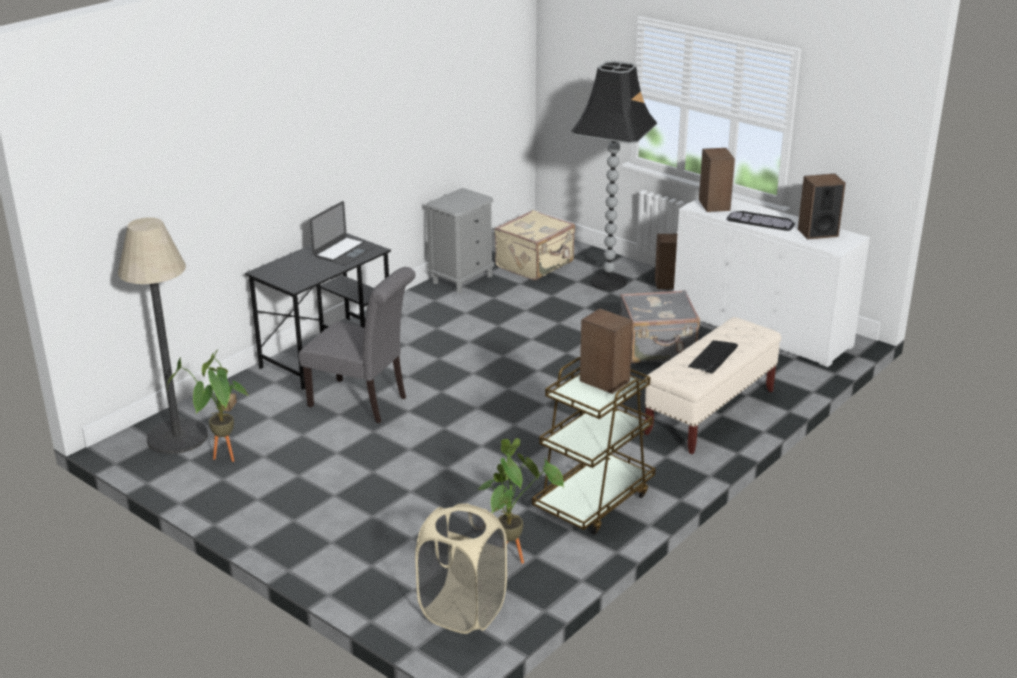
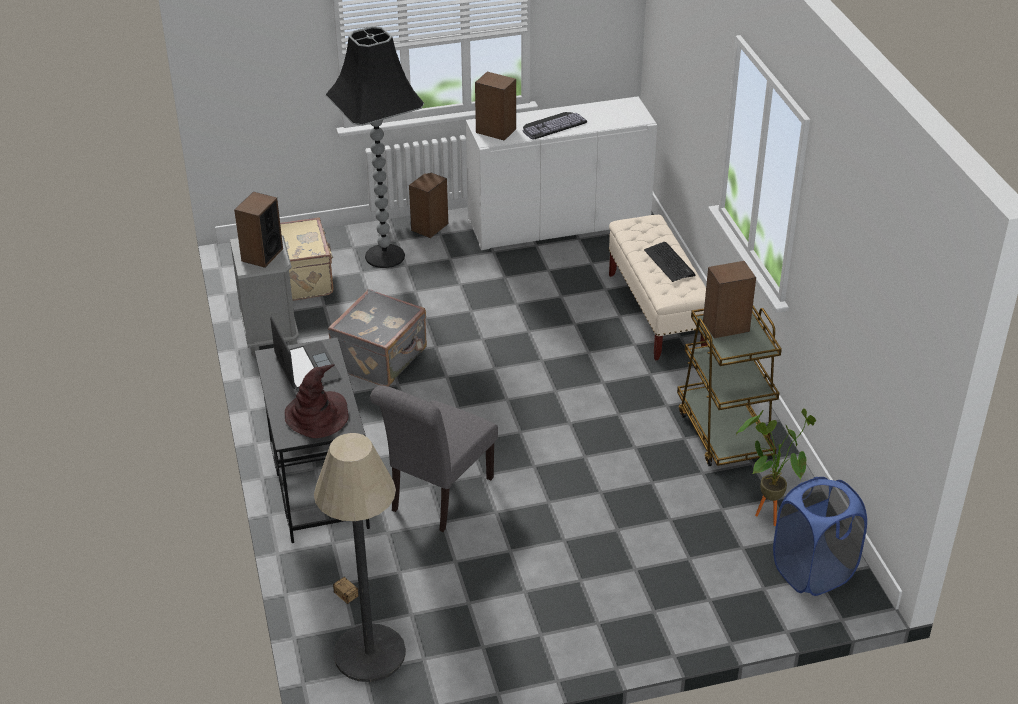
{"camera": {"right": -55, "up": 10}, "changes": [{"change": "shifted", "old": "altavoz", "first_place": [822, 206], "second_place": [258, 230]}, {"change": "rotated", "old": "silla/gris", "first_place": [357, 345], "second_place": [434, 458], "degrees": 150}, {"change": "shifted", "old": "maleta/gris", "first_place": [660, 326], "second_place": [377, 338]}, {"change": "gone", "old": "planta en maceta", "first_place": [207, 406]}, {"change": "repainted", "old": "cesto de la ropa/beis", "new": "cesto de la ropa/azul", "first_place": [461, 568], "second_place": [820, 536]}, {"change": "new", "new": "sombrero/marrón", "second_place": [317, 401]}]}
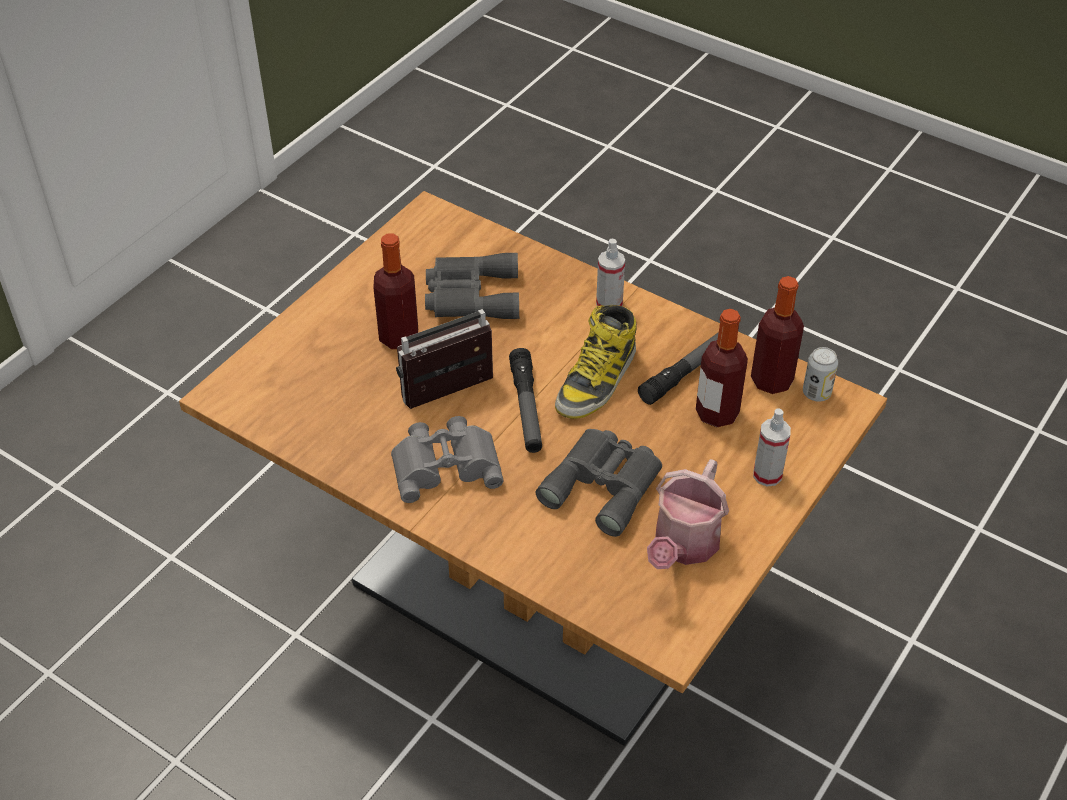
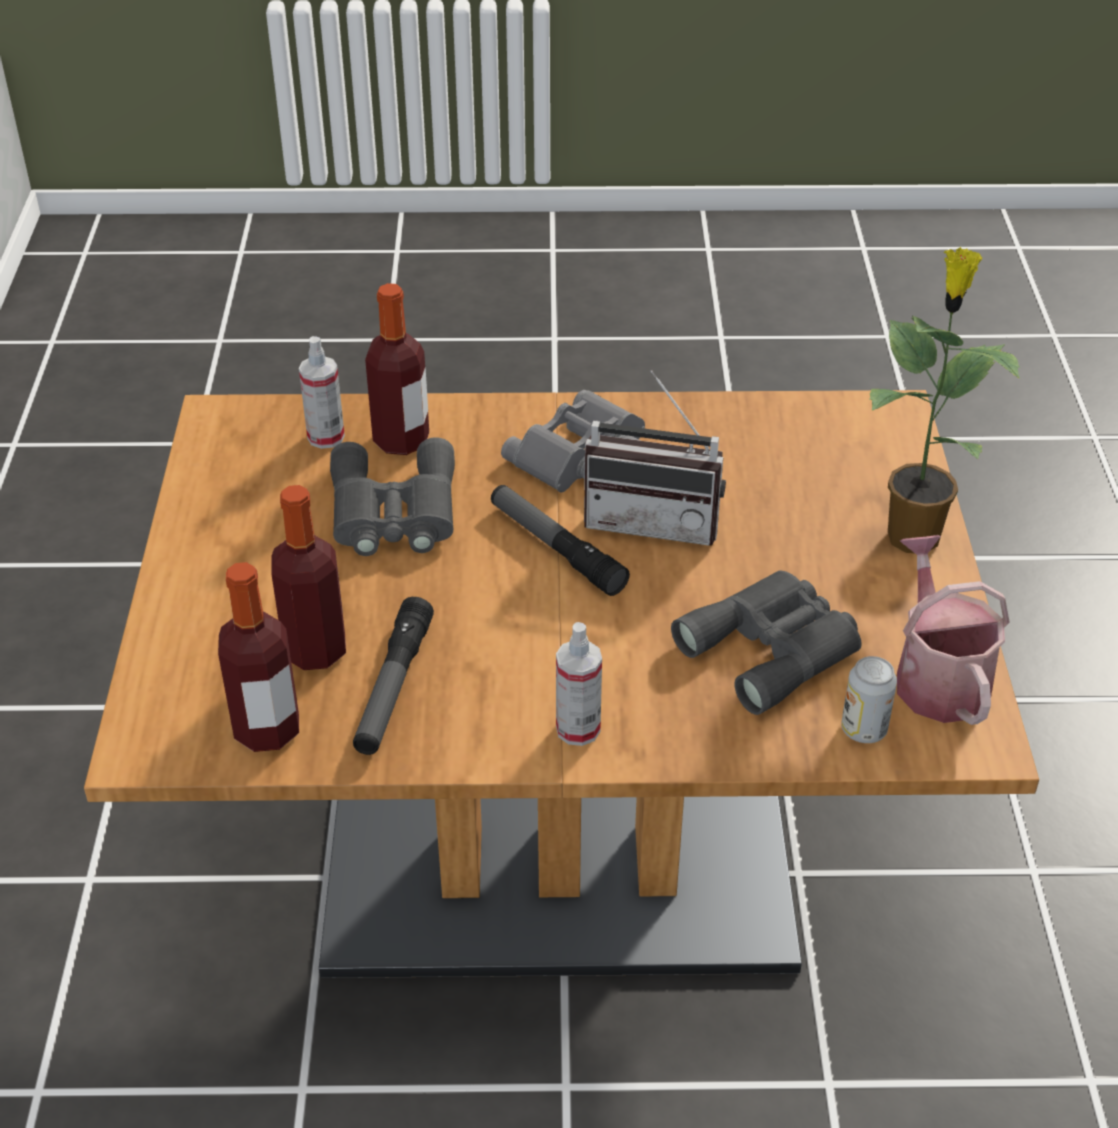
{"camera": {"right": 145, "up": -5}, "changes": [{"change": "shifted", "old": "botella", "first_place": [395, 291], "second_place": [397, 369]}, {"change": "gone", "old": "bota", "first_place": [596, 362]}, {"change": "rotated", "old": "radio", "first_place": [444, 359], "second_place": [655, 458], "degrees": 75}, {"change": "shifted", "old": "lata", "first_place": [820, 374], "second_place": [869, 699]}, {"change": "shifted", "old": "pulverizador", "first_place": [772, 447], "second_place": [322, 392]}, {"change": "shifted", "old": "regadera", "first_place": [688, 514], "second_place": [953, 630]}, {"change": "new", "new": "planta en maceta", "second_place": [944, 400]}]}
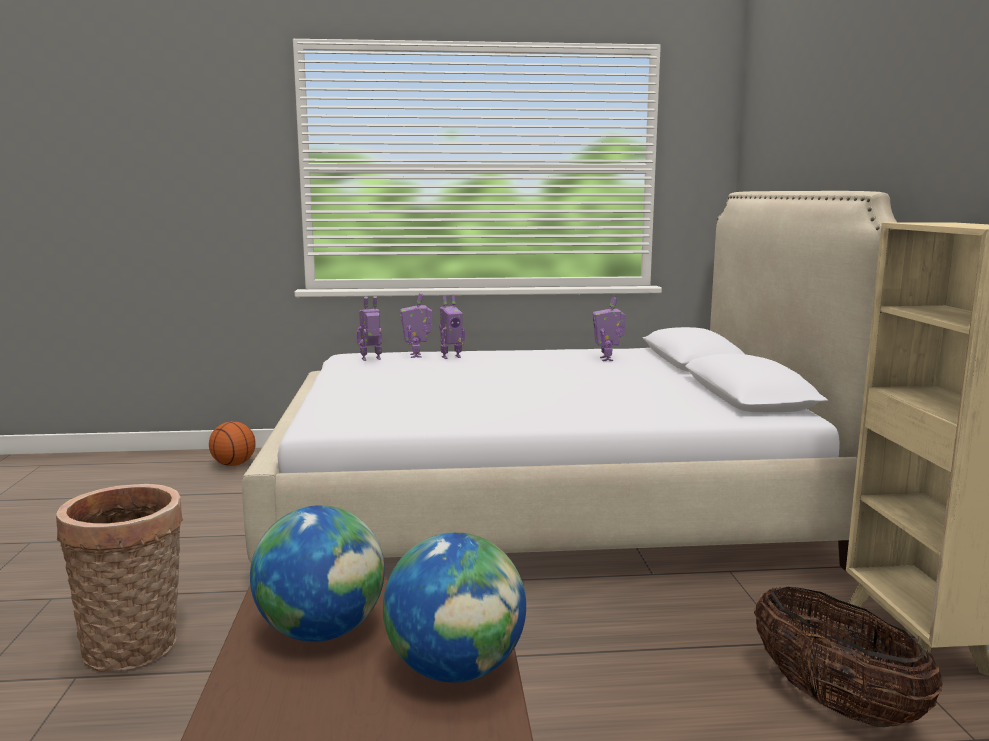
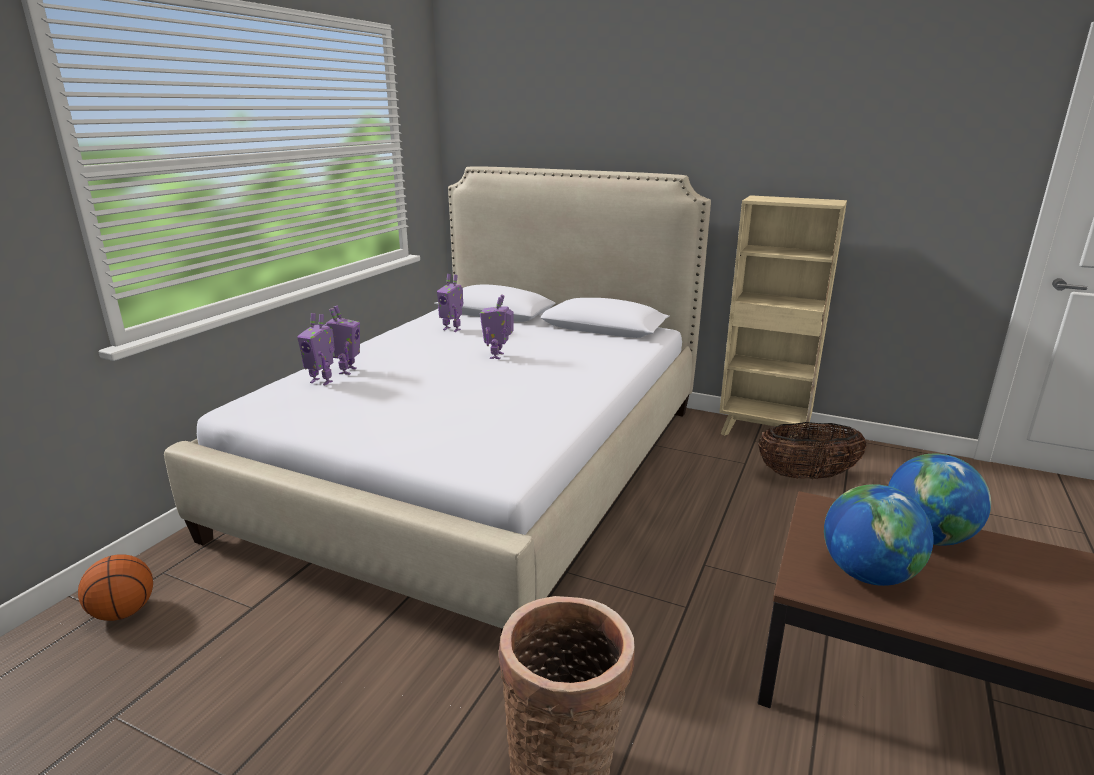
{"camera": {"right": -60, "up": 10}, "changes": [{"change": "shifted", "old": "robot de juguete", "first_place": [369, 328], "second_place": [497, 327]}]}
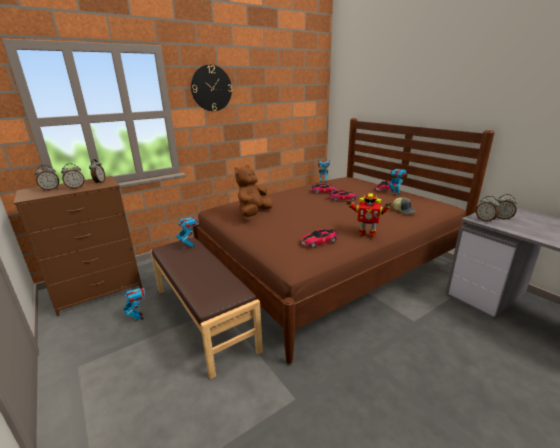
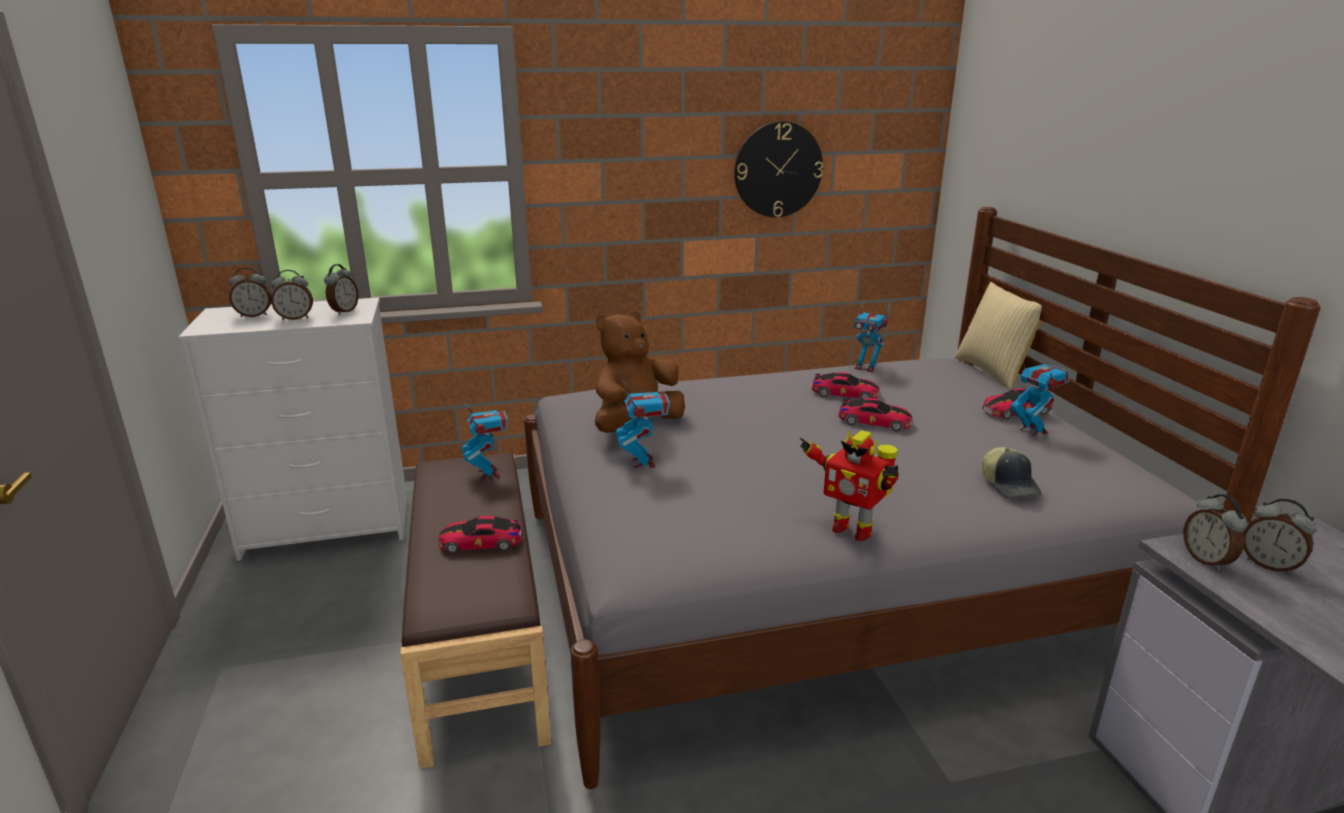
{"camera": {"right": 20, "up": 0}, "changes": [{"change": "shifted", "old": "reloj de pared", "first_place": [211, 88], "second_place": [778, 169]}, {"change": "repainted", "old": "cama/marrón", "new": "cama/gris", "first_place": [344, 241], "second_place": [922, 498]}, {"change": "repainted", "old": "cómoda/marrón", "new": "cómoda/blanco", "first_place": [78, 246], "second_place": [292, 429]}, {"change": "shifted", "old": "coche de juguete", "first_place": [319, 238], "second_place": [480, 535]}, {"change": "shifted", "old": "robot de juguete", "first_place": [134, 304], "second_place": [643, 423]}, {"change": "new", "new": "cojín", "second_place": [999, 336]}]}
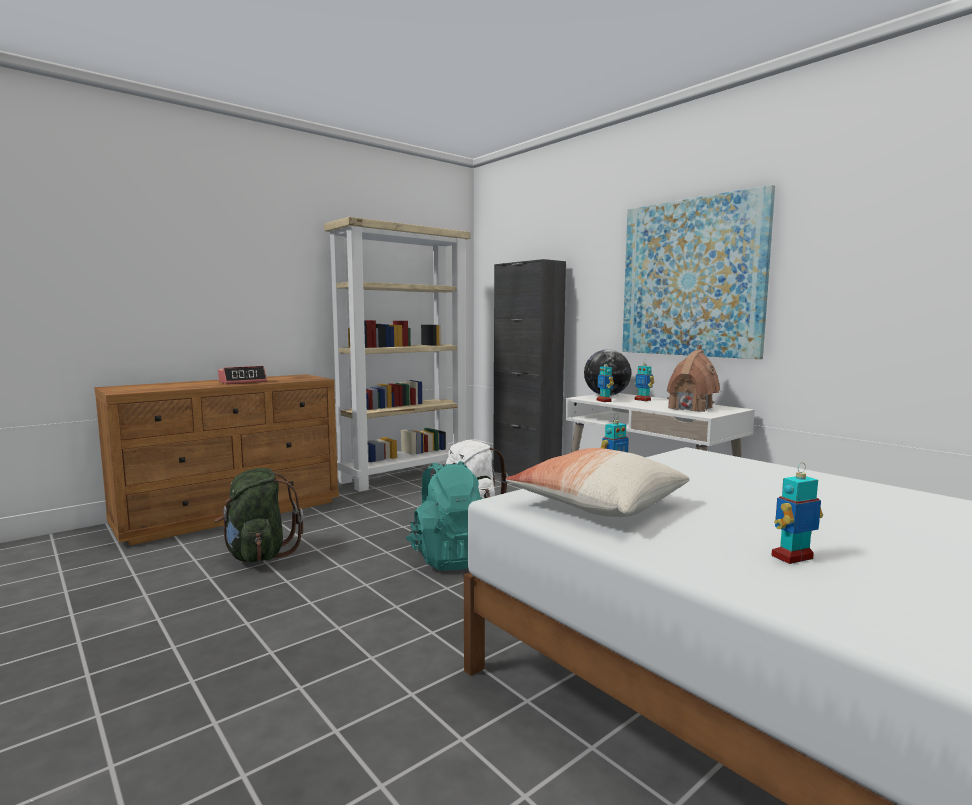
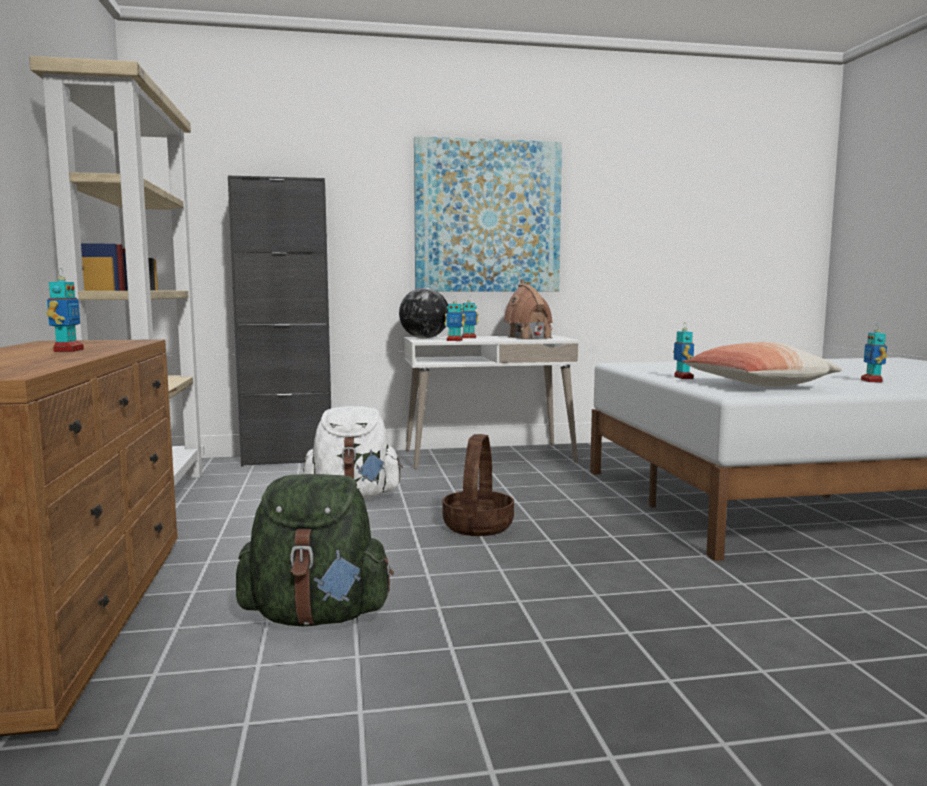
{"camera": {"right": -60, "up": 0}, "changes": [{"change": "swapped", "old": "despertador", "new": "robot de juguete", "first_place": [242, 375], "second_place": [65, 310]}, {"change": "swapped", "old": "mochila/turquesa", "new": "cesta", "first_place": [444, 516], "second_place": [478, 485]}]}
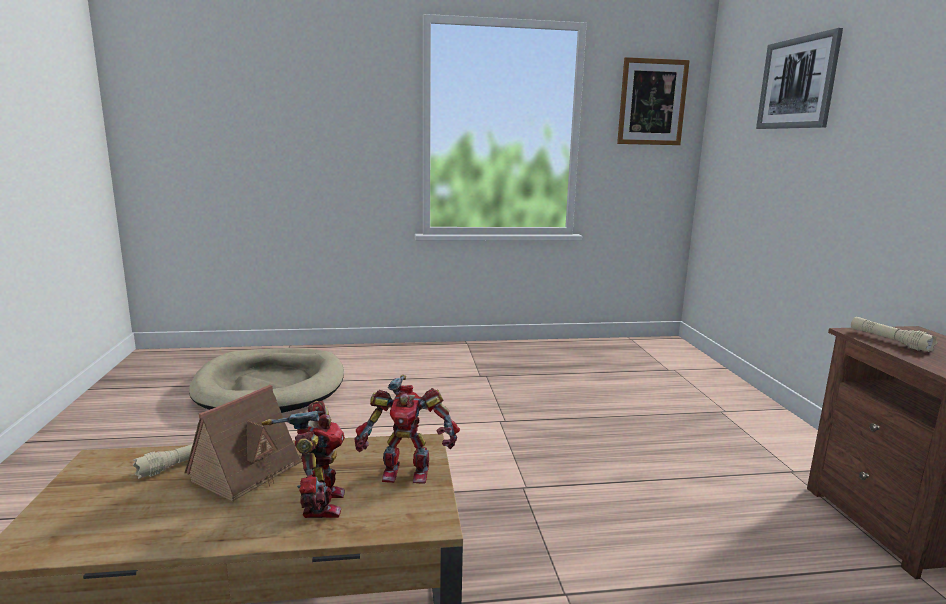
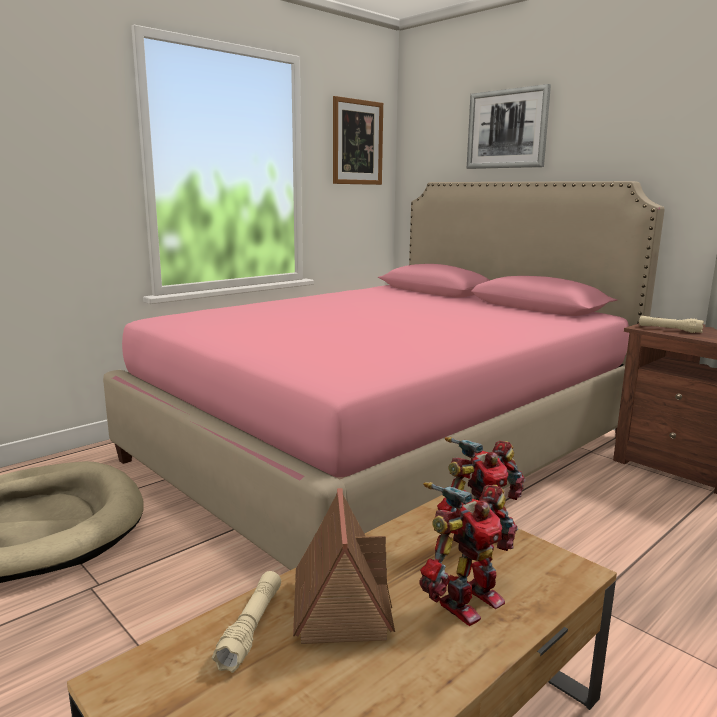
{"camera": {"right": -35, "up": 0}, "changes": [{"change": "rotated", "old": "robot de juguete", "first_place": [303, 459], "second_place": [468, 554], "degrees": 90}, {"change": "new", "new": "cama/rosa", "second_place": [384, 375]}]}
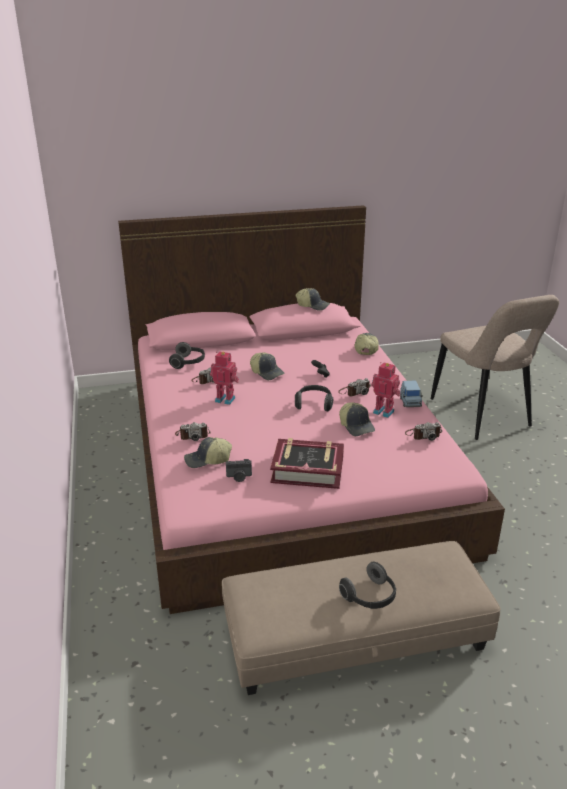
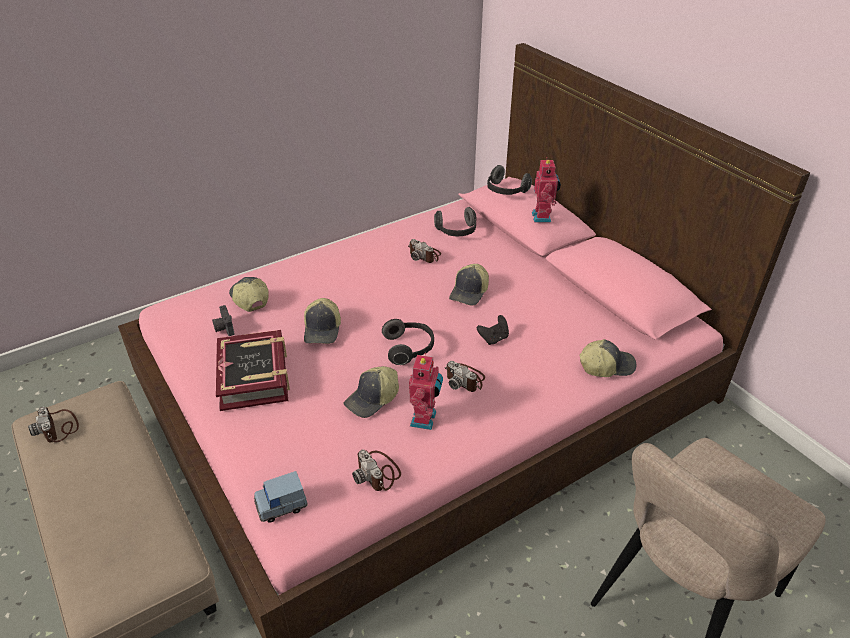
{"camera": {"right": 70, "up": 10}, "changes": [{"change": "shifted", "old": "gorra", "first_place": [313, 299], "second_place": [322, 321]}, {"change": "shifted", "old": "robot de juguete", "first_place": [224, 378], "second_place": [546, 190]}, {"change": "shifted", "old": "coche de juguete/azul", "first_place": [411, 393], "second_place": [280, 497]}, {"change": "shifted", "old": "cámara", "first_place": [193, 431], "second_place": [53, 425]}, {"change": "shifted", "old": "auriculares", "first_place": [367, 585], "second_place": [509, 180]}]}
